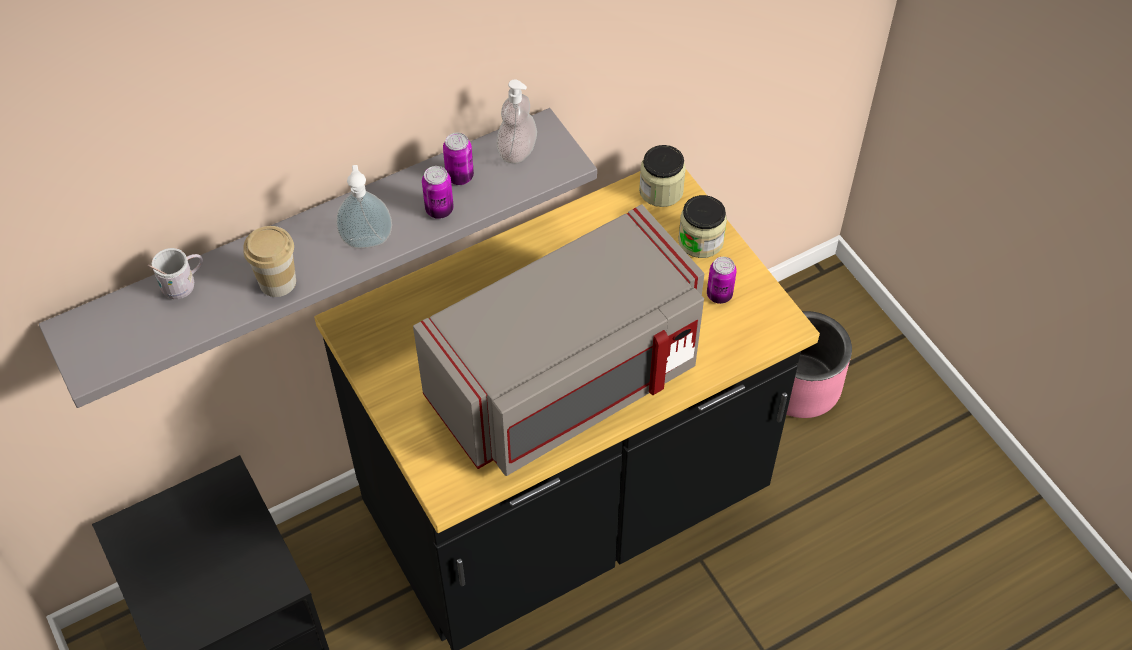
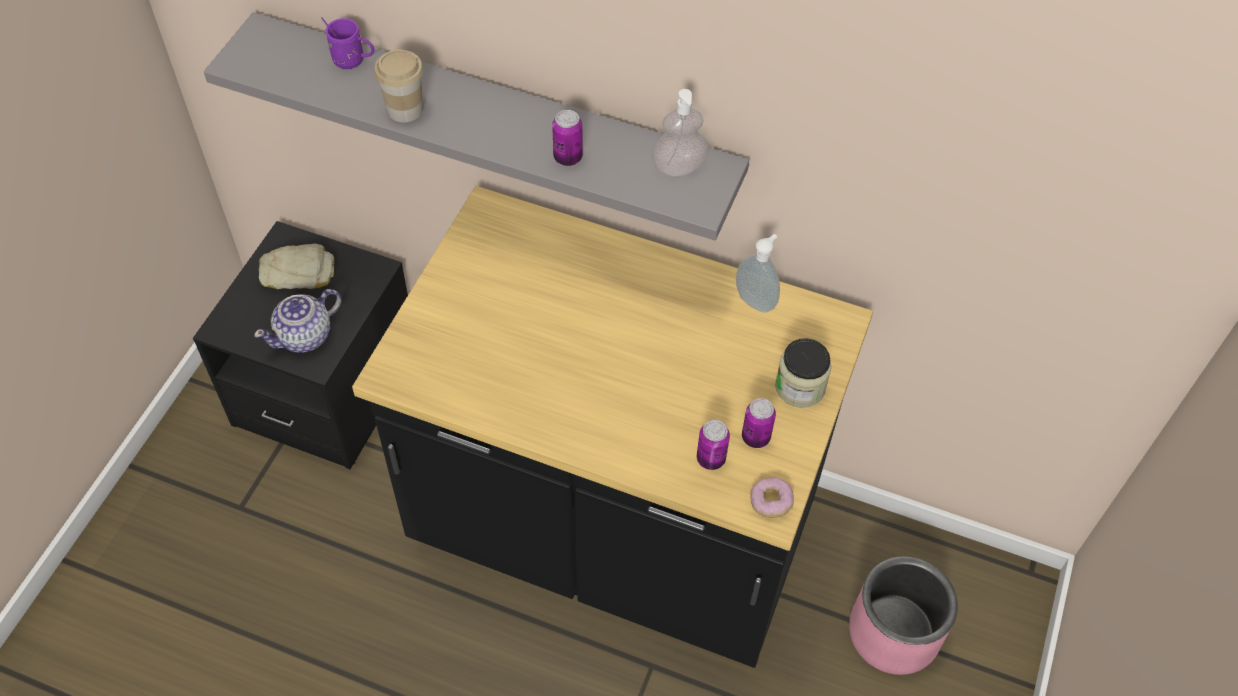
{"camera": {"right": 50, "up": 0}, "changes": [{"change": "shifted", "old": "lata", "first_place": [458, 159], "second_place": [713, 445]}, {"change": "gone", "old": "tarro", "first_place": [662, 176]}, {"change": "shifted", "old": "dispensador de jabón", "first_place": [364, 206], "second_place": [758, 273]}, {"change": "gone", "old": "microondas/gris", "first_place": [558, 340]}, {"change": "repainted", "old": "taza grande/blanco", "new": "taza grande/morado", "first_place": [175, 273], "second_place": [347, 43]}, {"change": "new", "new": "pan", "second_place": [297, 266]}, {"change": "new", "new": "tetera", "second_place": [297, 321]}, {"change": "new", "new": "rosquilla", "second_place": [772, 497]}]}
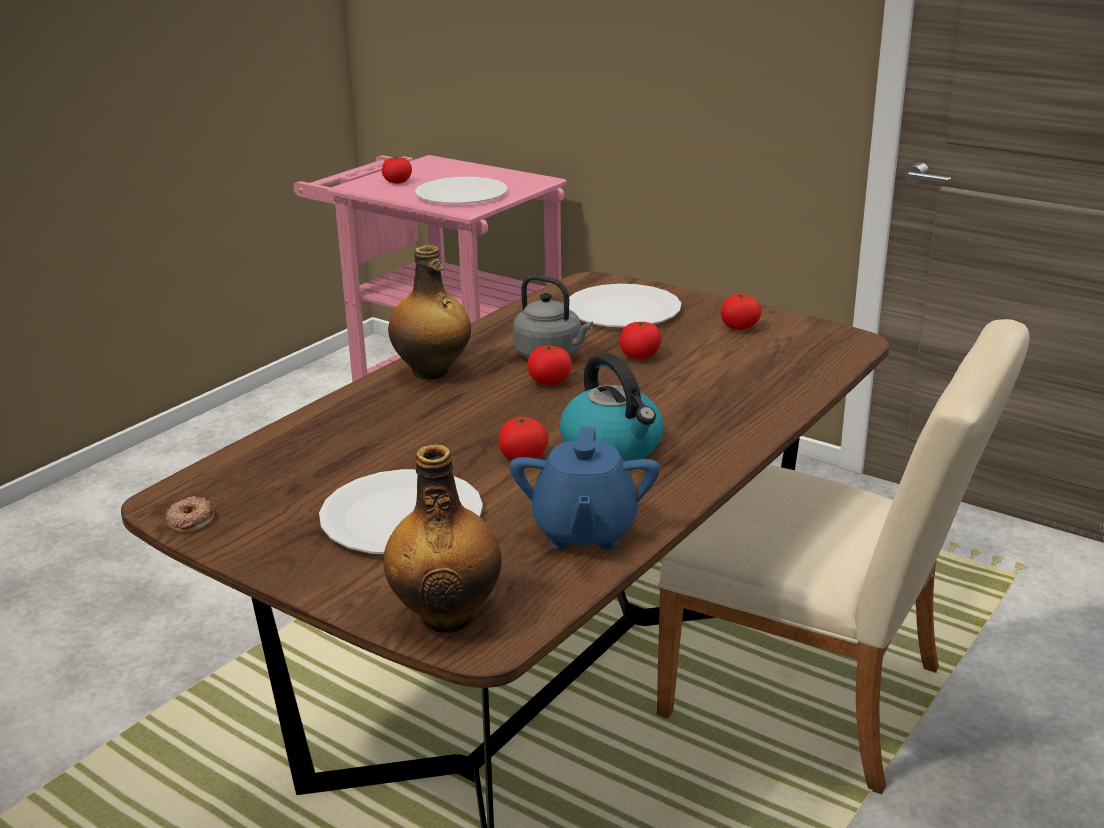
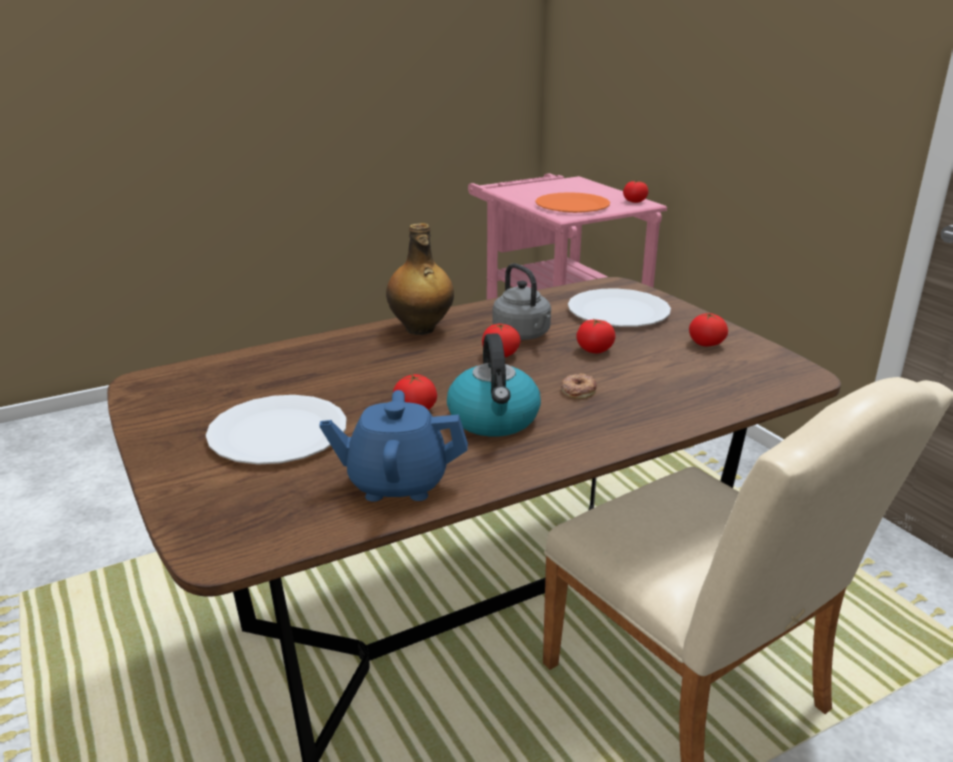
{"camera": {"right": 25, "up": 0}, "changes": [{"change": "shifted", "old": "tomate", "first_place": [397, 170], "second_place": [635, 192]}, {"change": "repainted", "old": "plato/blanco", "new": "plato/naranja", "first_place": [461, 190], "second_place": [572, 202]}, {"change": "rotated", "old": "tetera/azul", "first_place": [585, 488], "second_place": [393, 446], "degrees": 60}, {"change": "gone", "old": "botella", "first_place": [442, 538]}, {"change": "shifted", "old": "rosquilla", "first_place": [190, 514], "second_place": [579, 386]}]}
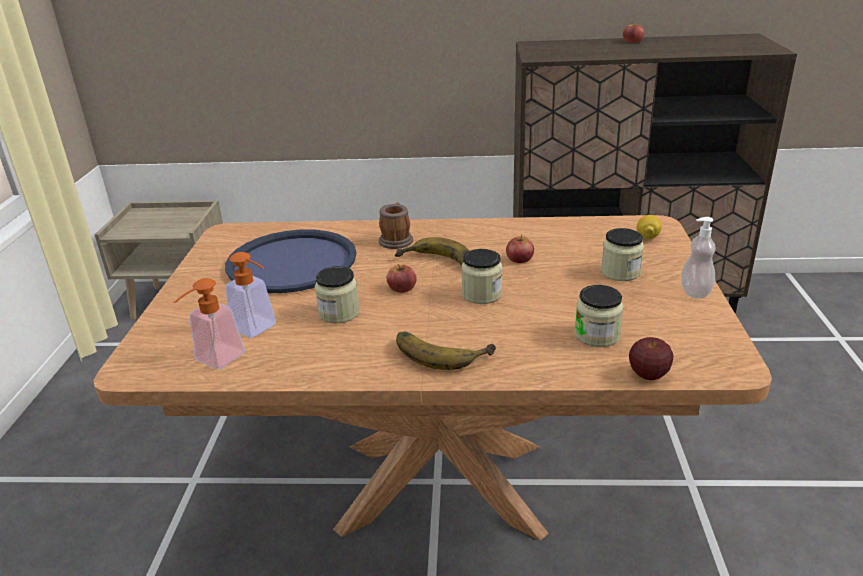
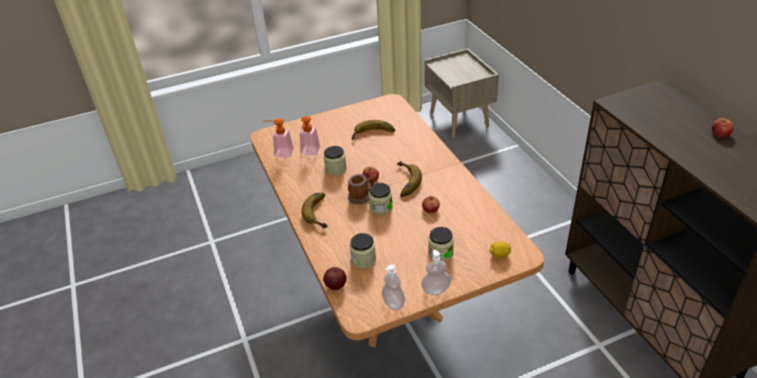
{"camera": {"right": 65, "up": 10}, "changes": [{"change": "shifted", "old": "taza grande", "first_place": [396, 225], "second_place": [361, 189]}, {"change": "swapped", "old": "bandeja/azul", "new": "plátano", "first_place": [290, 261], "second_place": [373, 130]}, {"change": "new", "new": "dispensador de jabón", "second_place": [393, 287]}]}
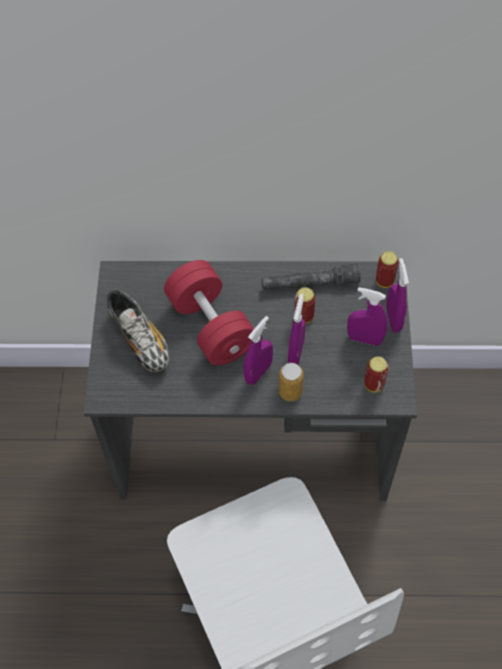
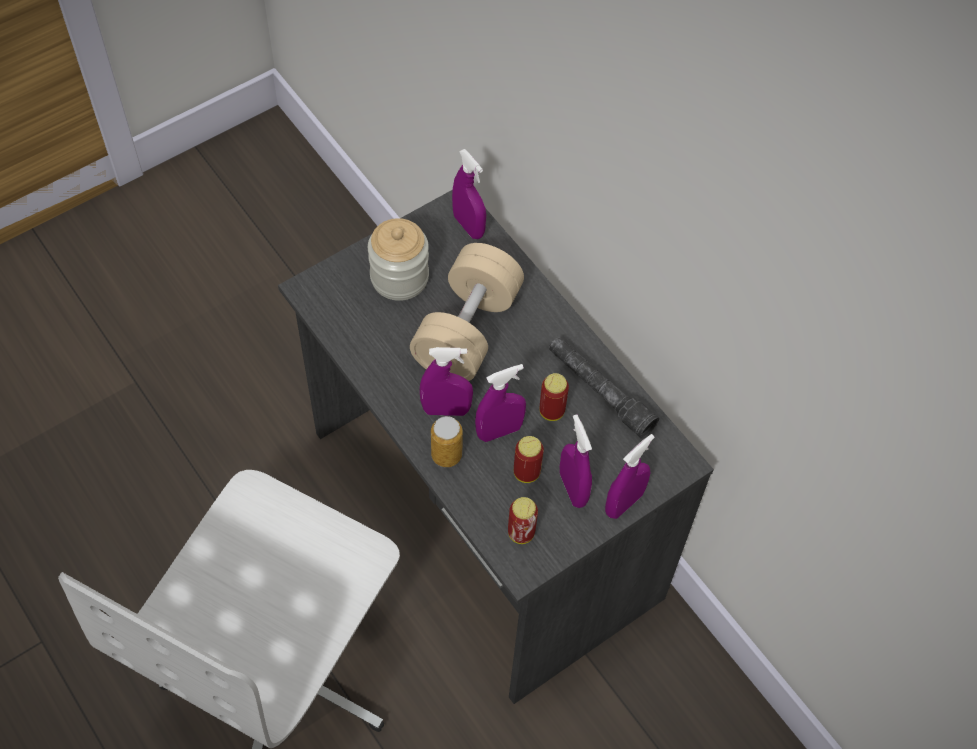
{"camera": {"right": 50, "up": 0}, "changes": [{"change": "shifted", "old": "lata", "first_place": [387, 269], "second_place": [529, 459]}, {"change": "repainted", "old": "mancuerna/rojo", "new": "mancuerna/beis", "first_place": [209, 313], "second_place": [467, 312]}, {"change": "swapped", "old": "zapato", "new": "tarro", "first_place": [138, 331], "second_place": [398, 259]}, {"change": "new", "new": "pulverizador/morado", "second_place": [469, 194]}]}
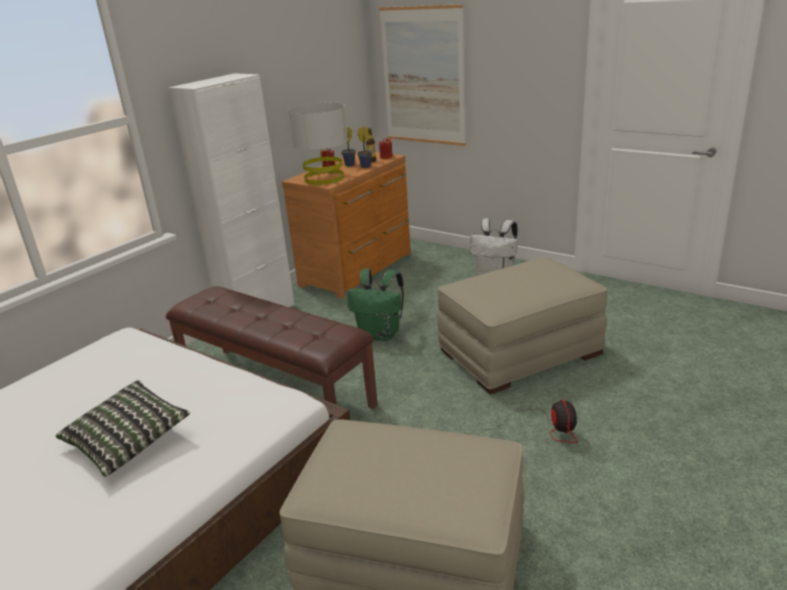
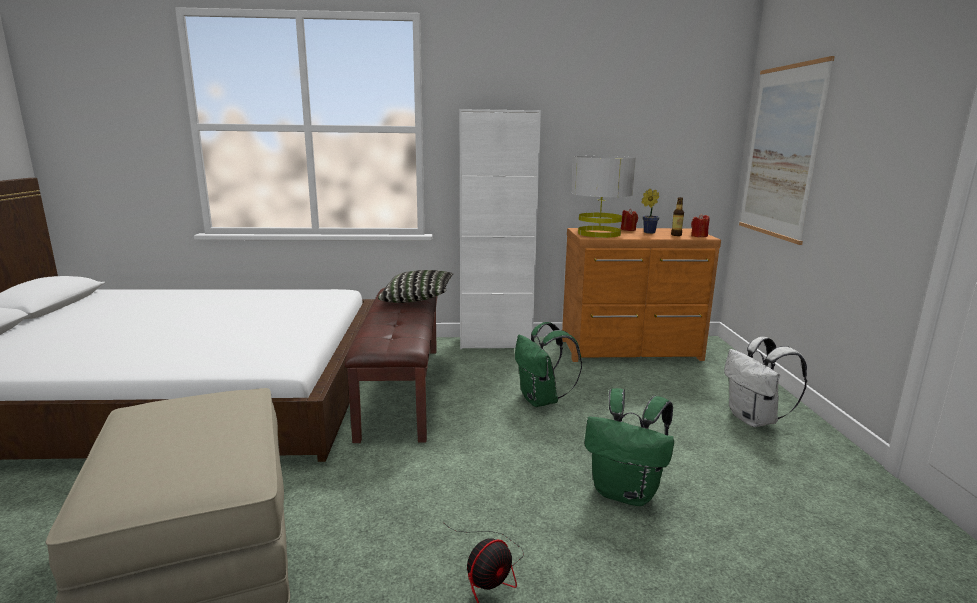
{"camera": {"right": 50, "up": -10}, "changes": [{"change": "gone", "old": "planta en maceta", "first_place": [364, 147]}, {"change": "swapped", "old": "puf/beis", "new": "mochila/verde", "first_place": [522, 326], "second_place": [629, 447]}, {"change": "shifted", "old": "cojín", "first_place": [123, 428], "second_place": [416, 286]}]}
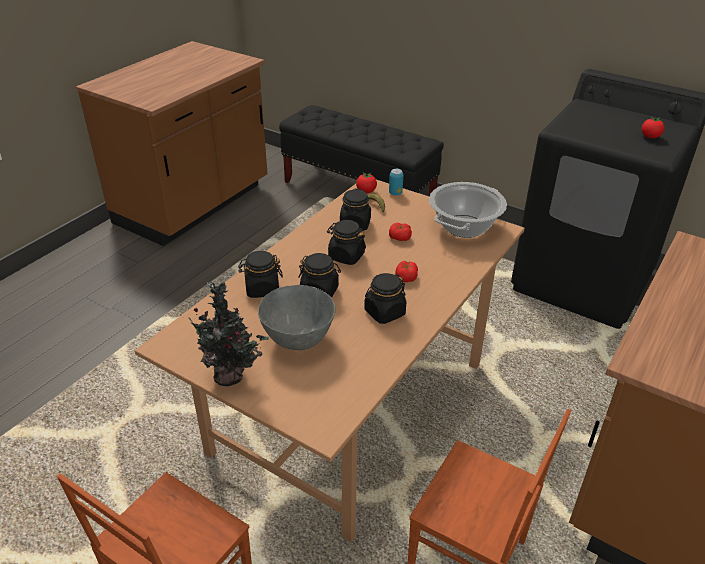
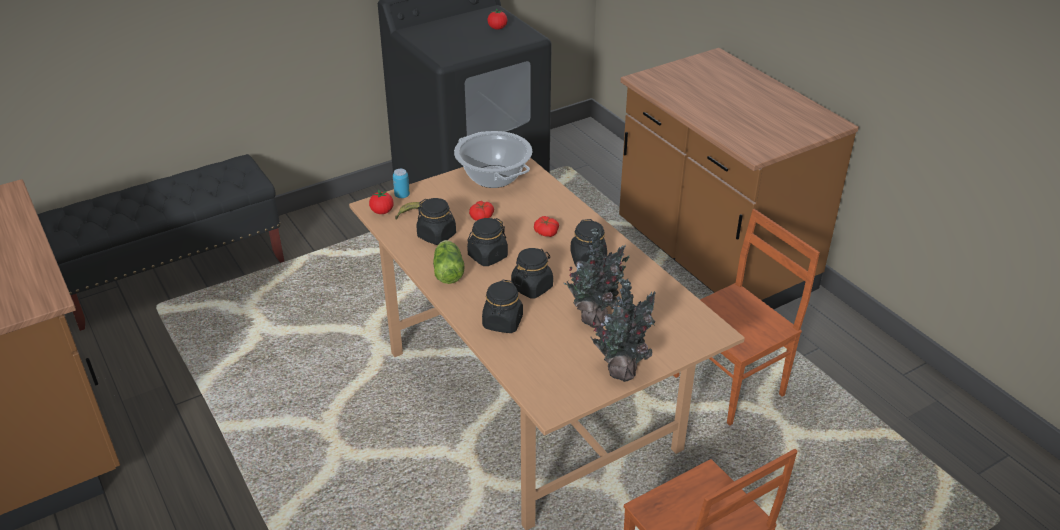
{"camera": {"right": -65, "up": 0}, "changes": [{"change": "swapped", "old": "cuenco/gris", "new": "planta en maceta", "first_place": [296, 318], "second_place": [596, 278]}, {"change": "new", "new": "lechuga", "second_place": [448, 262]}]}
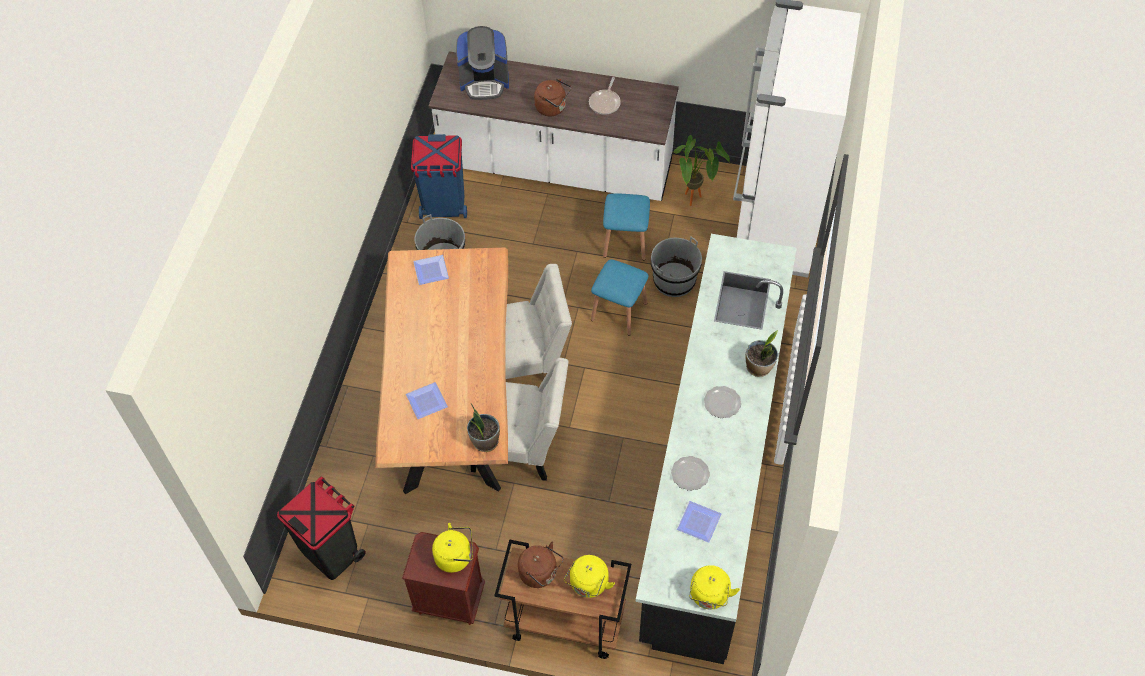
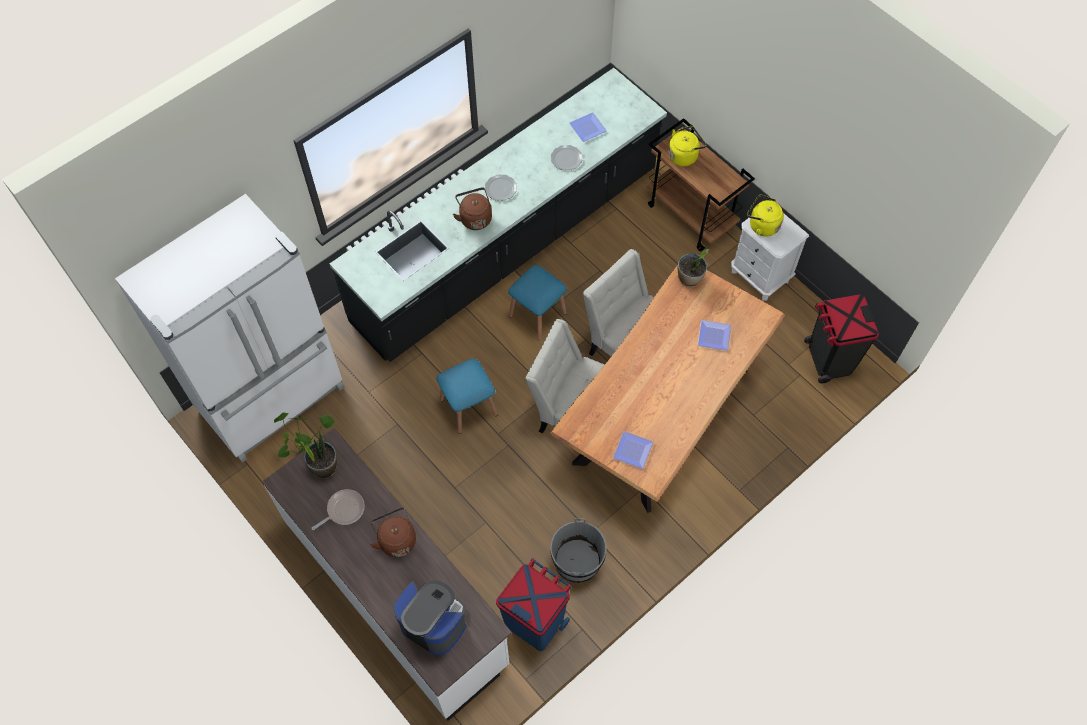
{"camera": {"right": -145, "up": 5}, "changes": [{"change": "shifted", "old": "taburete/azul", "first_place": [626, 226], "second_place": [537, 302]}, {"change": "gone", "old": "cubo/gris", "first_place": [676, 267]}, {"change": "shifted", "old": "planta en maceta", "first_place": [762, 353], "second_place": [318, 455]}, {"change": "repainted", "old": "mesita de noche/marrón", "new": "mesita de noche/blanco", "first_place": [443, 578], "second_place": [770, 257]}, {"change": "shifted", "old": "hervidor/marrón", "first_place": [541, 564], "second_place": [472, 208]}, {"change": "gone", "old": "hervidor/amarillo", "first_place": [714, 587]}]}
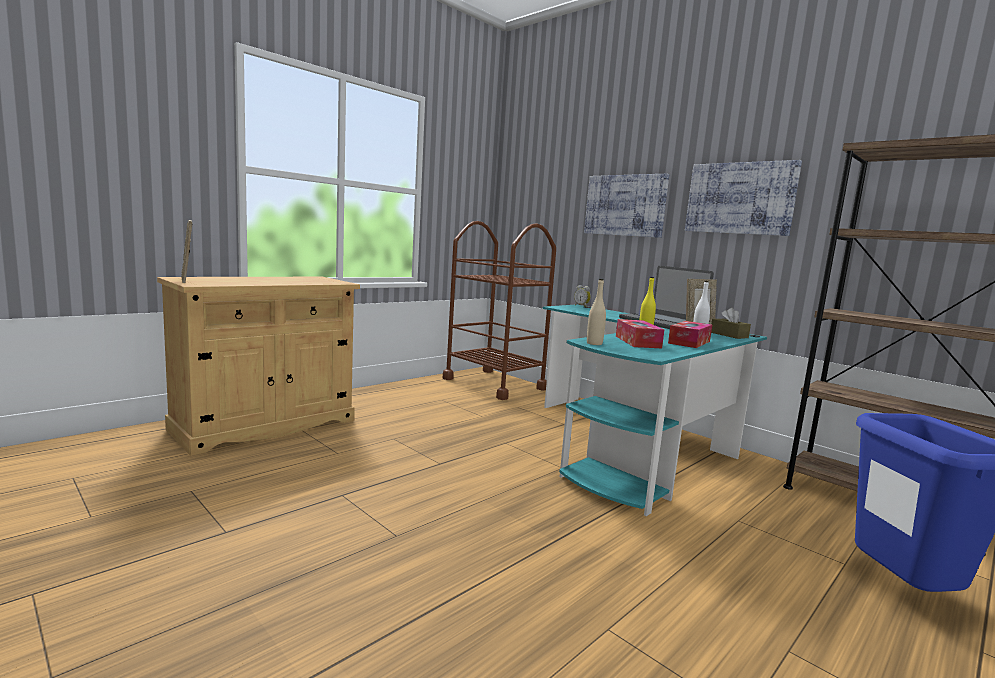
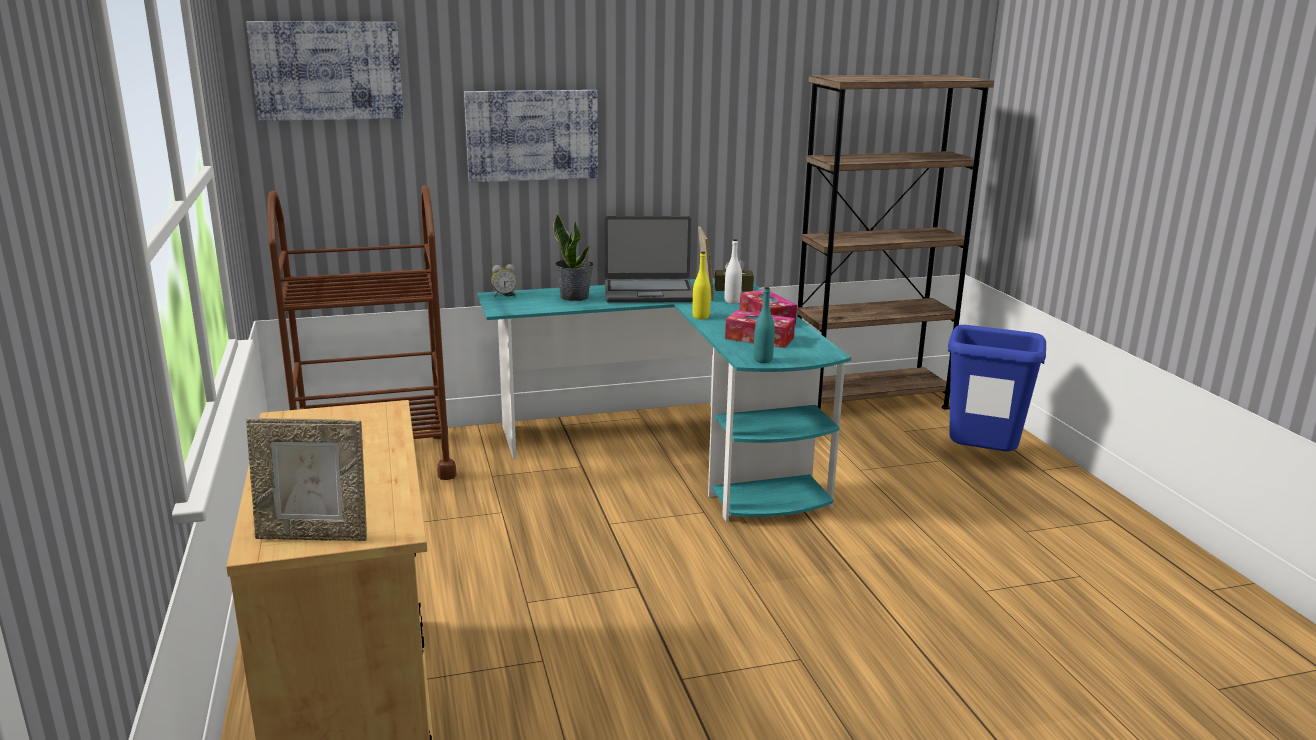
{"camera": {"right": -60, "up": 10}, "changes": [{"change": "shifted", "old": "cuadro", "first_place": [743, 198], "second_place": [325, 71]}, {"change": "repainted", "old": "botella/beis", "new": "botella/turquesa", "first_place": [596, 312], "second_place": [764, 325]}, {"change": "new", "new": "planta en maceta", "second_place": [573, 257]}]}
